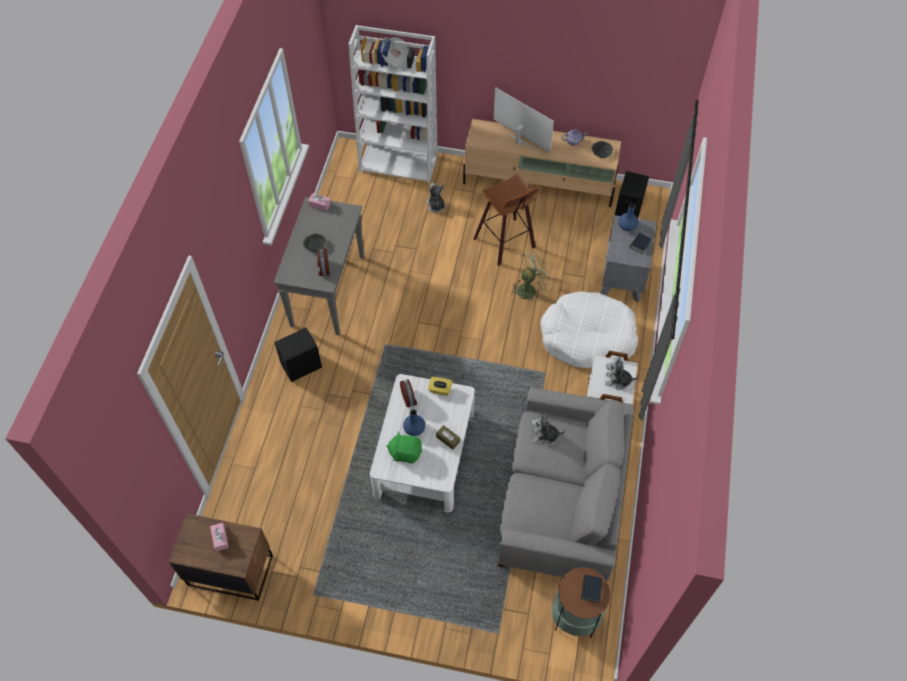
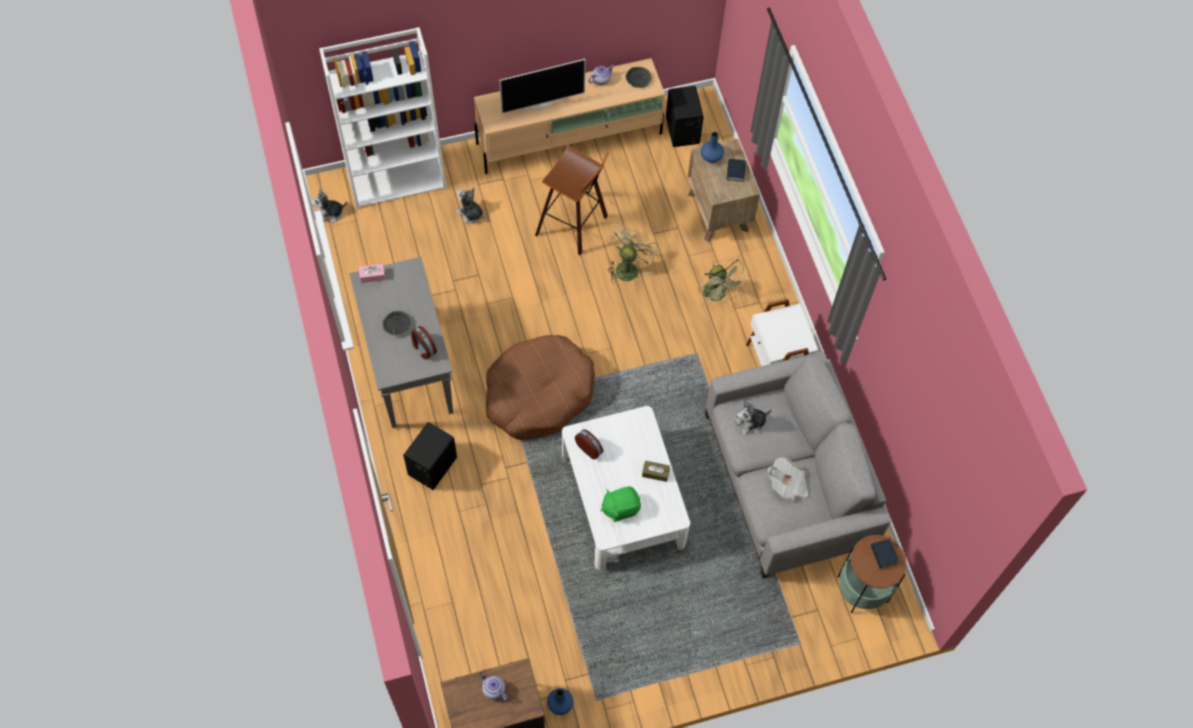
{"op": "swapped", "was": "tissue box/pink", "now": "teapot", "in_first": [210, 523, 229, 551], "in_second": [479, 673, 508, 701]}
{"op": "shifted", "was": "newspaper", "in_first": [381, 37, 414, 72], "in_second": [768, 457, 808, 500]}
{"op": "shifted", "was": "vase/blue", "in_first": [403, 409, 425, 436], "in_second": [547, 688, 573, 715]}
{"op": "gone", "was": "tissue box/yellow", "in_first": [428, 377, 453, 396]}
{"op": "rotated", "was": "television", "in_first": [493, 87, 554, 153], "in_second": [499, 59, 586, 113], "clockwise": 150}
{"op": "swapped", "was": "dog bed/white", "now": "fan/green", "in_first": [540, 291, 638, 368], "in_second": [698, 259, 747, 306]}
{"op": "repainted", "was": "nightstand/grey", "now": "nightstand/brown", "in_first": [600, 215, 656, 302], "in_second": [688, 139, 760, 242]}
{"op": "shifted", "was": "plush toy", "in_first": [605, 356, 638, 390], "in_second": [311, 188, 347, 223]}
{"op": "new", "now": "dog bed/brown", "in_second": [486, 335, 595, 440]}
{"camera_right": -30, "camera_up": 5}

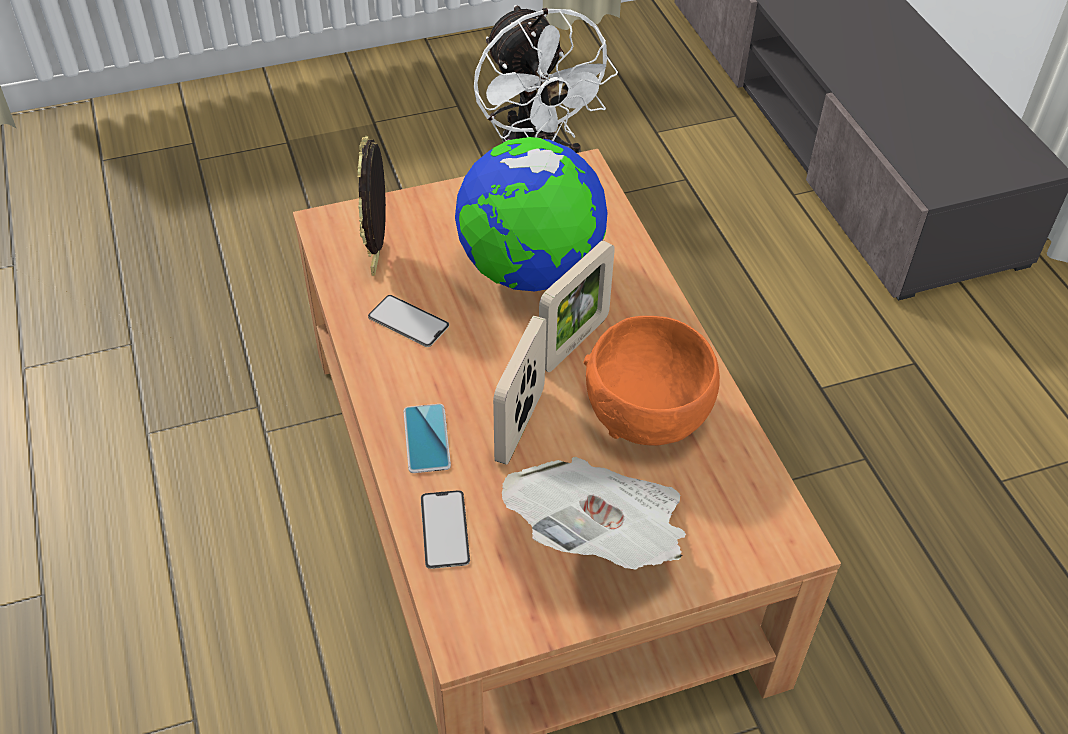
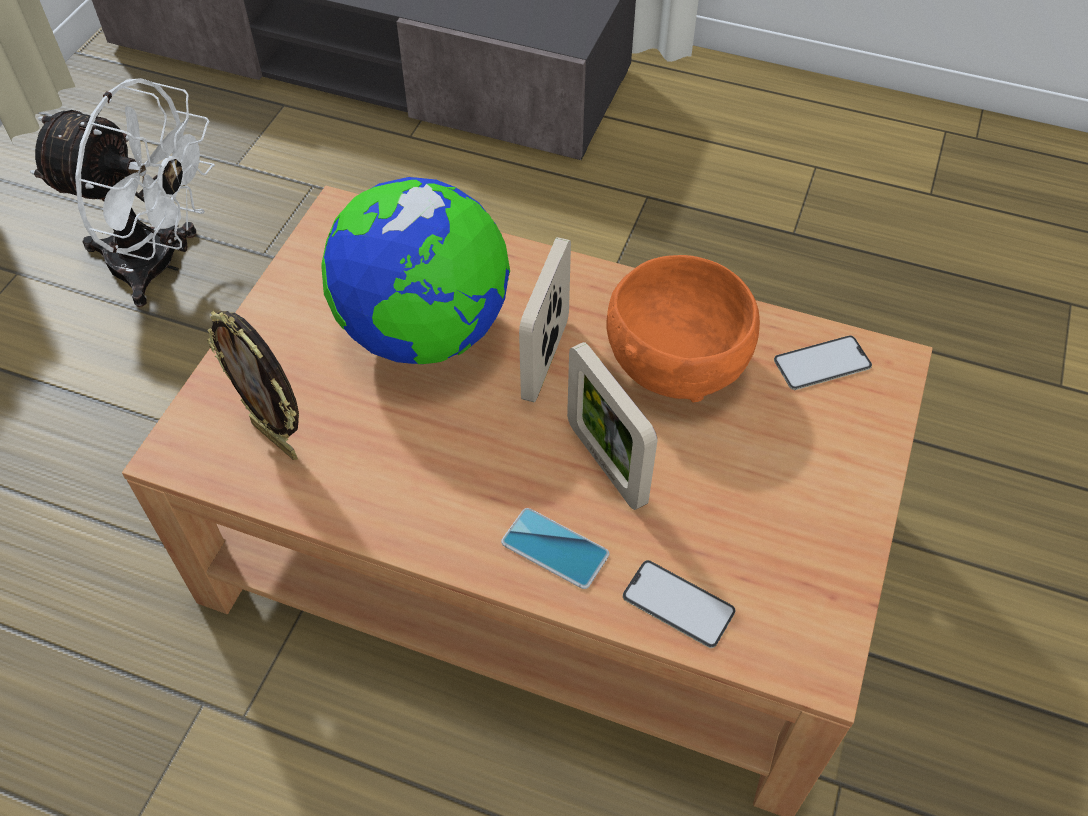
{"op": "shifted", "was": "phone", "in_first": [368, 295, 449, 347], "in_second": [774, 335, 872, 390]}
{"op": "gone", "was": "newspaper", "in_first": [502, 457, 686, 569]}
{"op": "rotated", "was": "picture frame", "in_first": [539, 240, 615, 372], "in_second": [519, 237, 571, 402], "clockwise": -150}
{"camera_right": -50, "camera_up": 5}

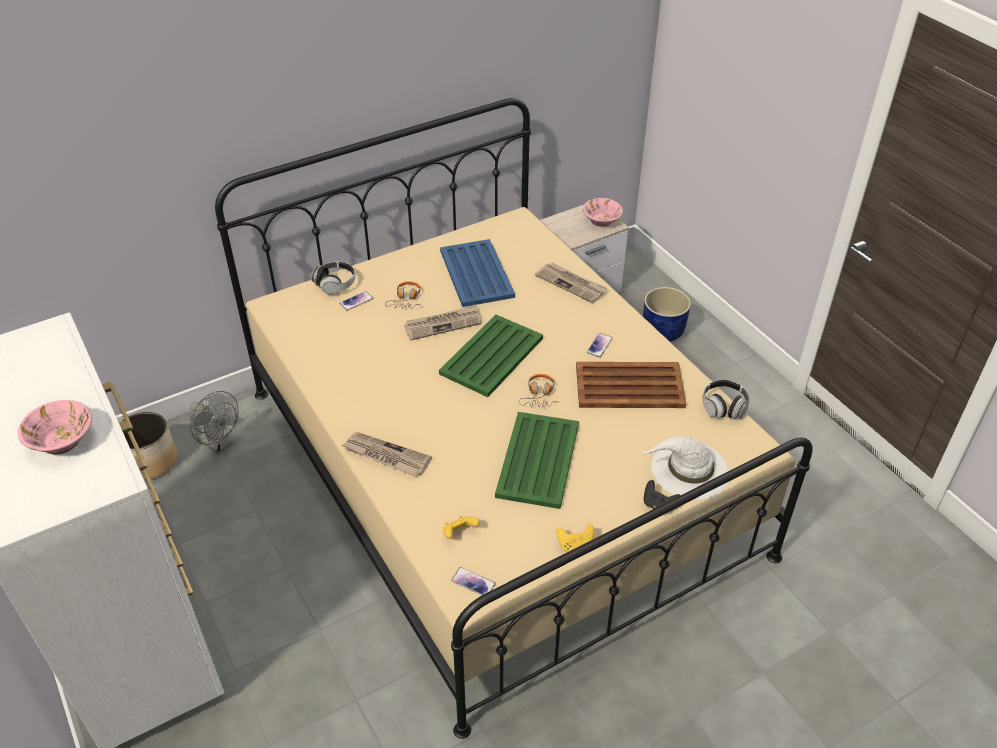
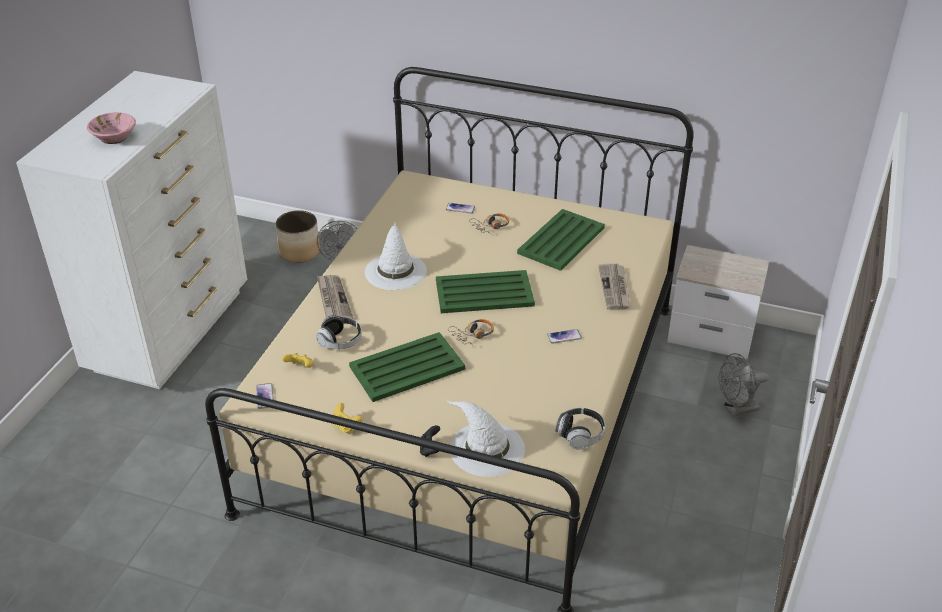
{"op": "shifted", "was": "headphones", "in_first": [311, 262, 355, 295], "in_second": [316, 315, 362, 349]}
{"op": "gone", "was": "newspaper", "in_first": [404, 305, 481, 341]}
{"op": "repainted", "was": "tray/blue", "now": "tray/green", "in_first": [440, 239, 515, 307], "in_second": [517, 209, 605, 271]}
{"op": "gone", "was": "tray/brown", "in_first": [576, 362, 686, 408]}
{"op": "gone", "was": "bowl/pink", "in_first": [583, 198, 623, 227]}
{"op": "swapped", "was": "planter/blue", "now": "fan/grey", "in_first": [643, 287, 691, 342], "in_second": [719, 353, 769, 417]}
{"op": "new", "now": "hat/white", "in_second": [365, 222, 427, 290]}
{"camera_right": 50, "camera_up": -5}

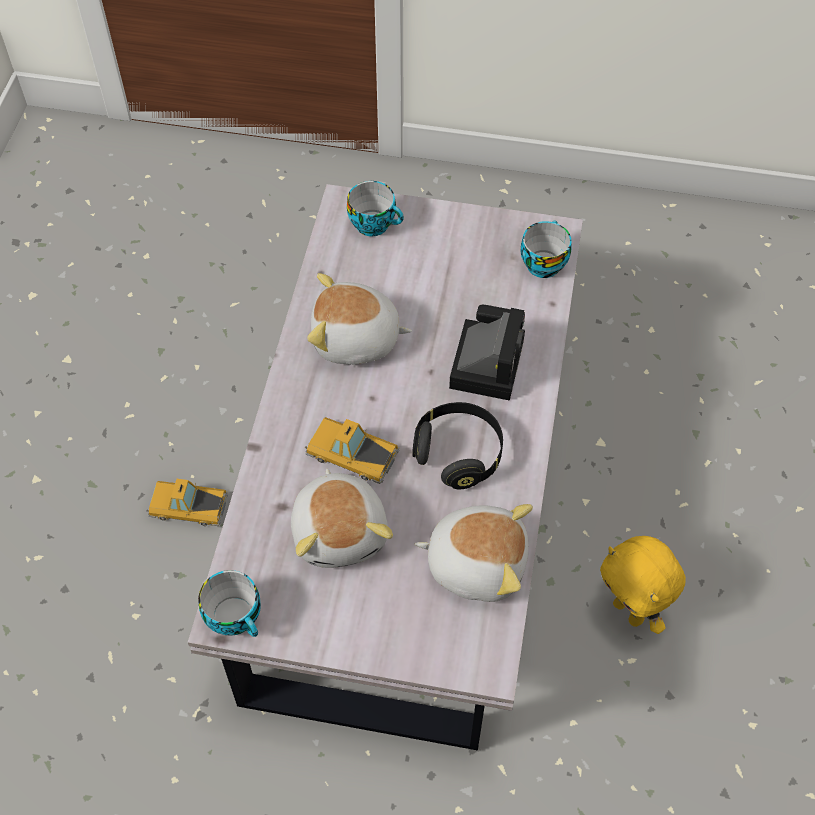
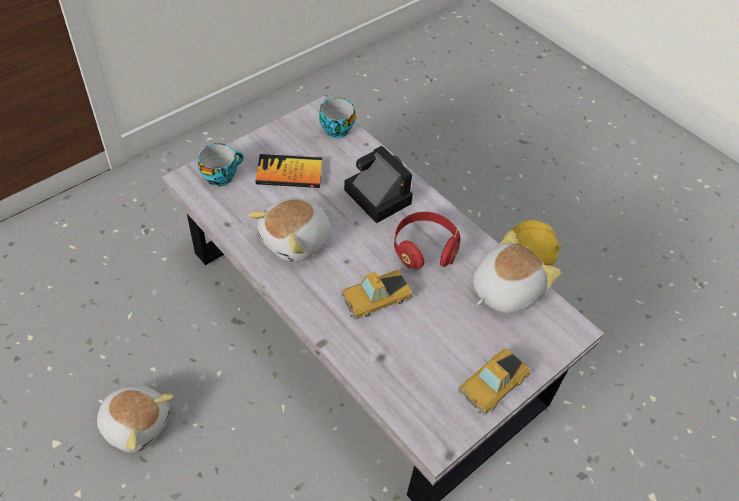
{"op": "shifted", "was": "toy car", "in_first": [146, 479, 228, 526], "in_second": [457, 349, 530, 415]}
{"op": "gone", "was": "cup", "in_first": [198, 570, 261, 637]}
{"op": "shifted", "was": "plush toy", "in_first": [291, 468, 393, 568], "in_second": [97, 385, 174, 453]}
{"op": "repainted", "was": "headphones/black", "now": "headphones/red", "in_first": [412, 402, 503, 490], "in_second": [394, 212, 460, 269]}
{"op": "new", "now": "book", "in_second": [255, 154, 322, 188]}
{"camera_right": -55, "camera_up": -5}

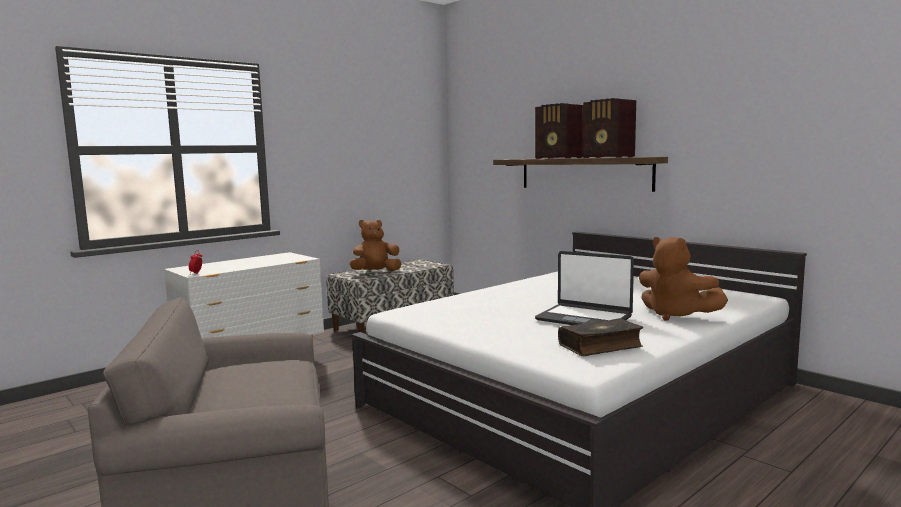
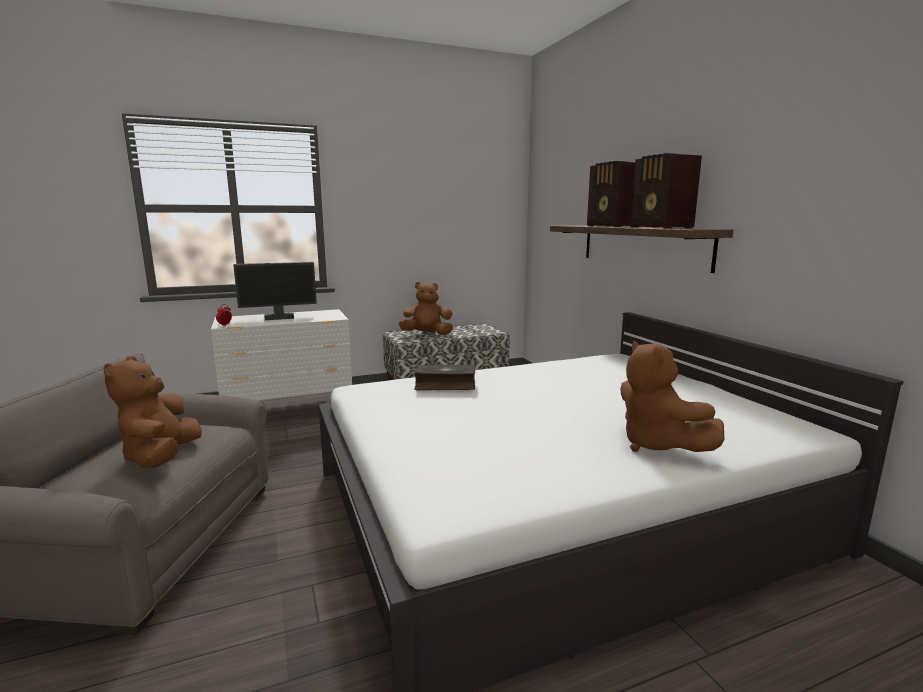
{"op": "gone", "was": "laptop", "in_first": [535, 251, 634, 325]}
{"op": "shifted", "was": "book", "in_first": [558, 318, 643, 356], "in_second": [414, 365, 475, 390]}
{"op": "new", "now": "plush toy/brown", "in_second": [103, 356, 202, 468]}
{"op": "new", "now": "monitor", "in_second": [233, 262, 317, 320]}
{"camera_right": 20, "camera_up": 5}

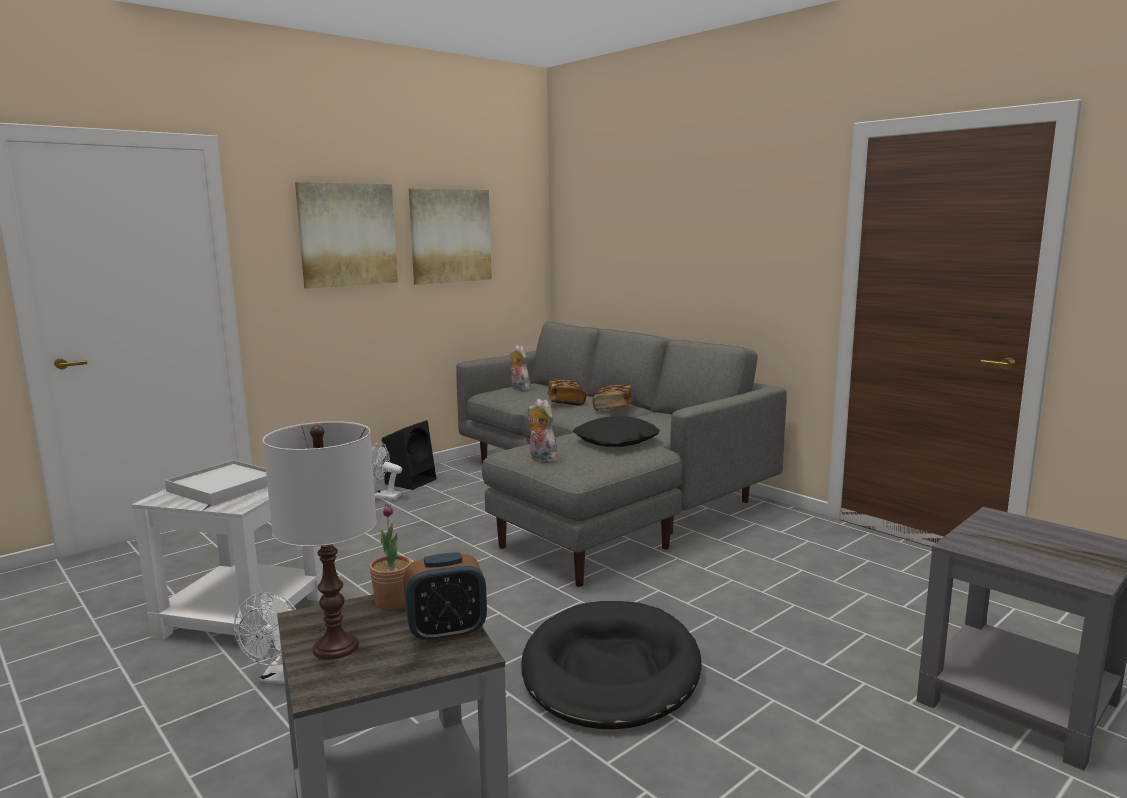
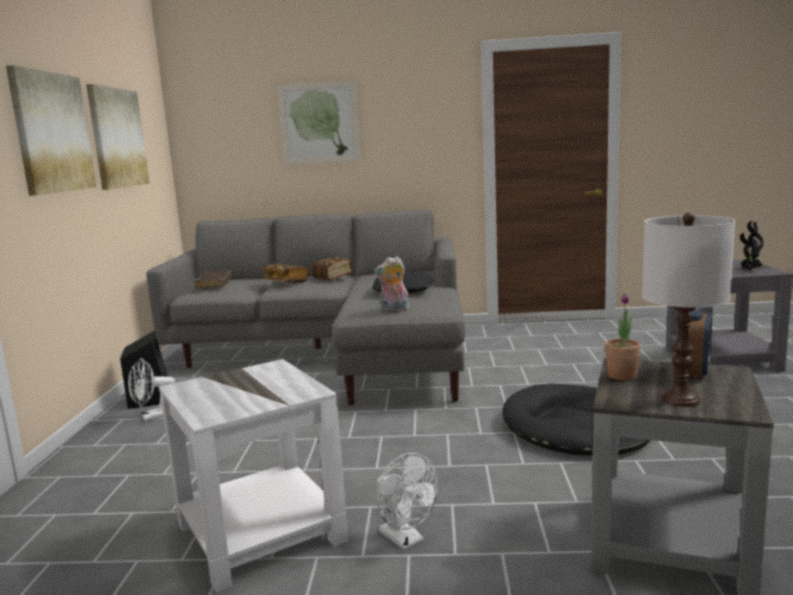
{"op": "gone", "was": "tray/white", "in_first": [165, 460, 268, 506]}
{"op": "swapped", "was": "plush toy", "now": "book/brown", "in_first": [510, 345, 530, 391], "in_second": [194, 270, 232, 289]}
{"op": "new", "now": "picture", "in_second": [277, 81, 361, 165]}
{"op": "new", "now": "potted plant", "in_second": [740, 221, 764, 271]}
{"camera_right": -45, "camera_up": 0}

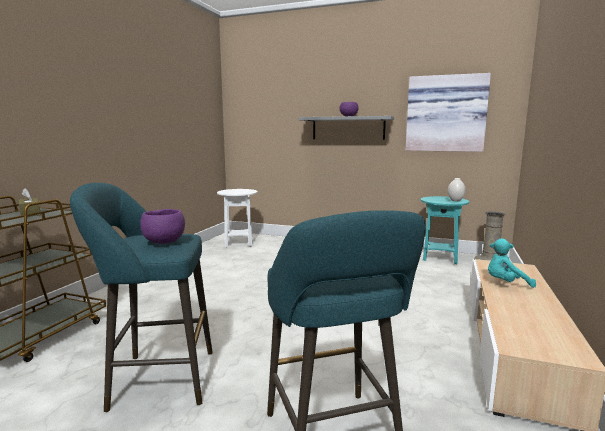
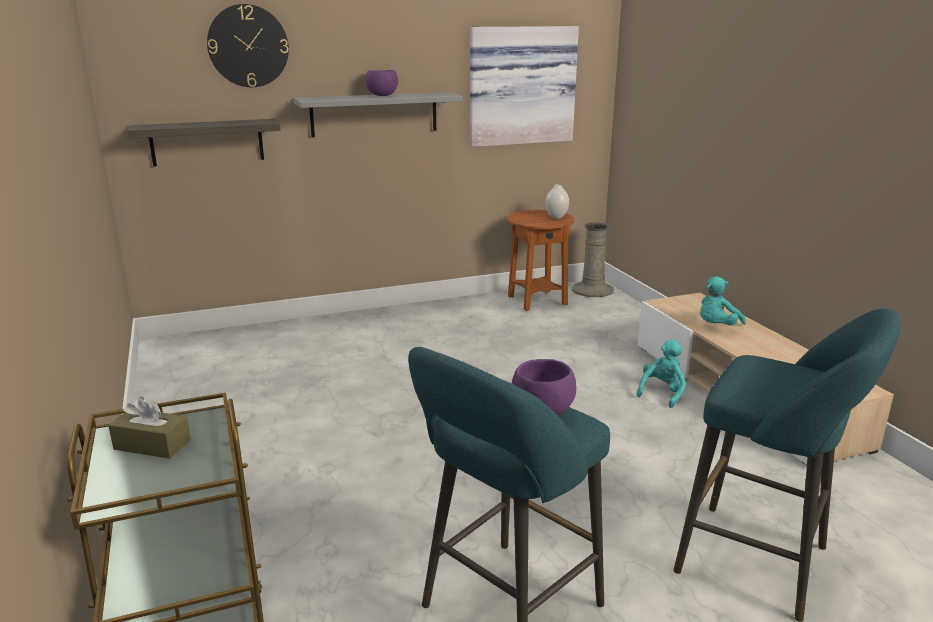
{"op": "gone", "was": "side table/white", "in_first": [217, 189, 258, 247]}
{"op": "repainted", "was": "side table/turquoise", "now": "side table/brown", "in_first": [421, 196, 469, 264], "in_second": [507, 210, 574, 311]}
{"op": "new", "now": "shelf", "in_second": [128, 119, 281, 167]}
{"op": "new", "now": "wall clock", "in_second": [207, 4, 289, 87]}
{"op": "new", "now": "plush toy/turquoise", "in_second": [636, 339, 686, 408]}
{"camera_right": -40, "camera_up": 10}

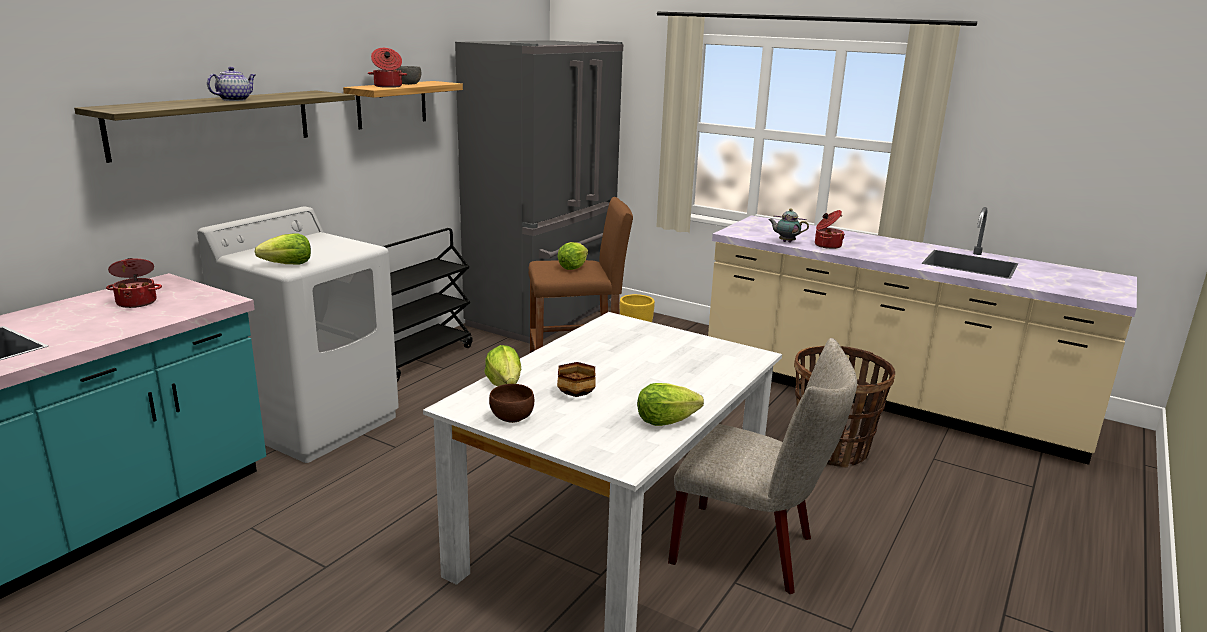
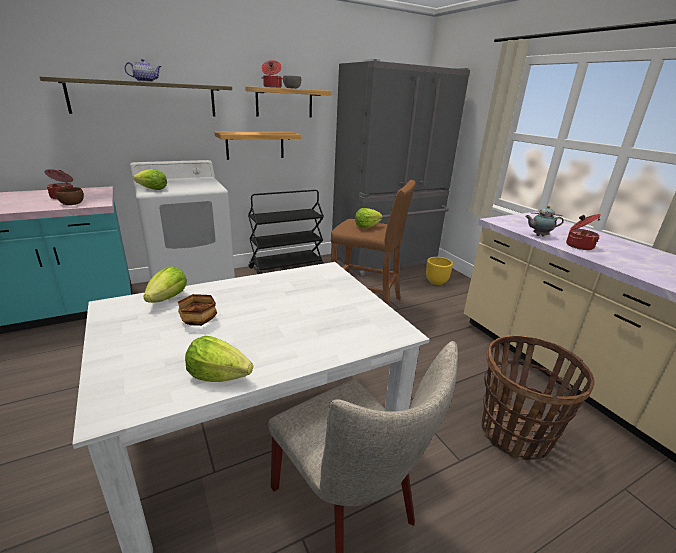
{"op": "shifted", "was": "bowl/brown", "in_first": [489, 384, 534, 423], "in_second": [55, 187, 84, 205]}
{"op": "rotated", "was": "teapot", "in_first": [769, 209, 809, 243], "in_second": [525, 206, 564, 236], "clockwise": -45}
{"op": "new", "now": "shelf", "in_second": [215, 132, 301, 160]}
{"camera_right": 30, "camera_up": 5}

